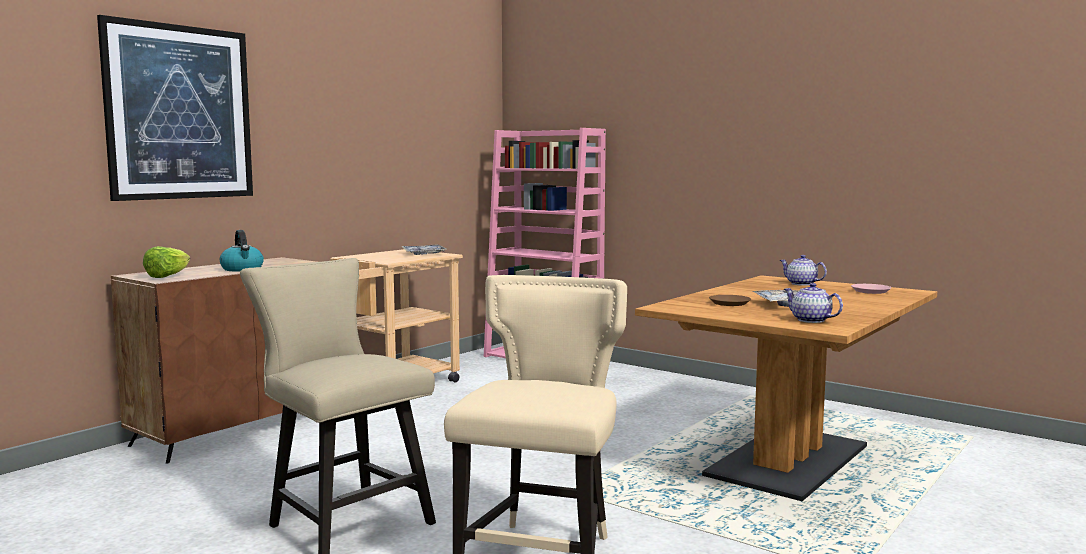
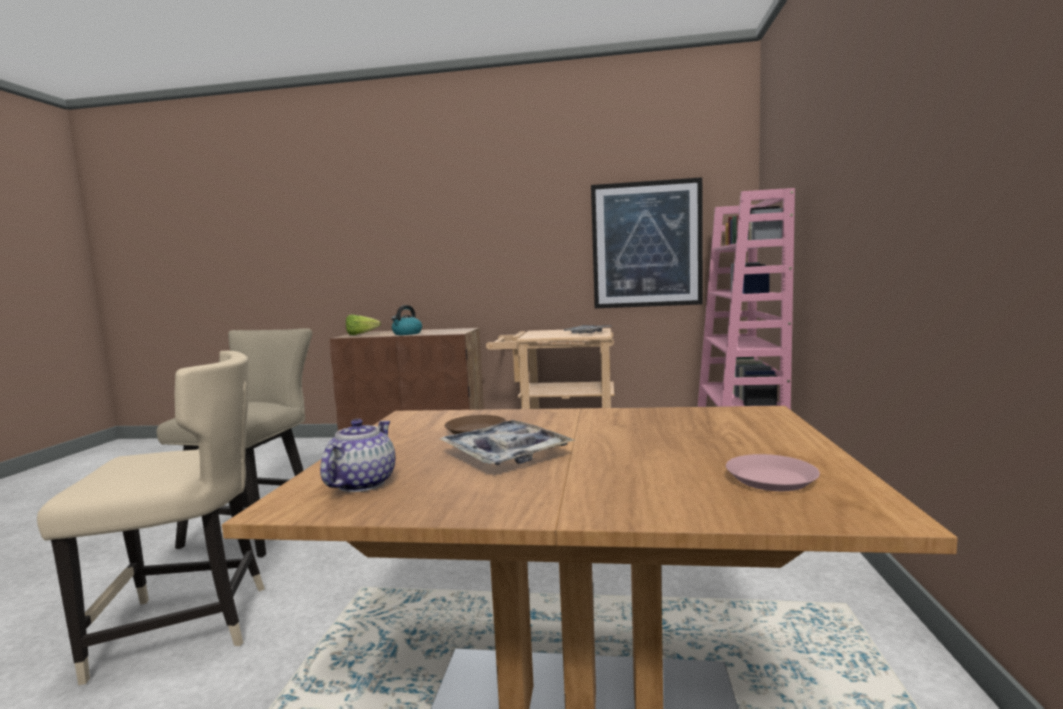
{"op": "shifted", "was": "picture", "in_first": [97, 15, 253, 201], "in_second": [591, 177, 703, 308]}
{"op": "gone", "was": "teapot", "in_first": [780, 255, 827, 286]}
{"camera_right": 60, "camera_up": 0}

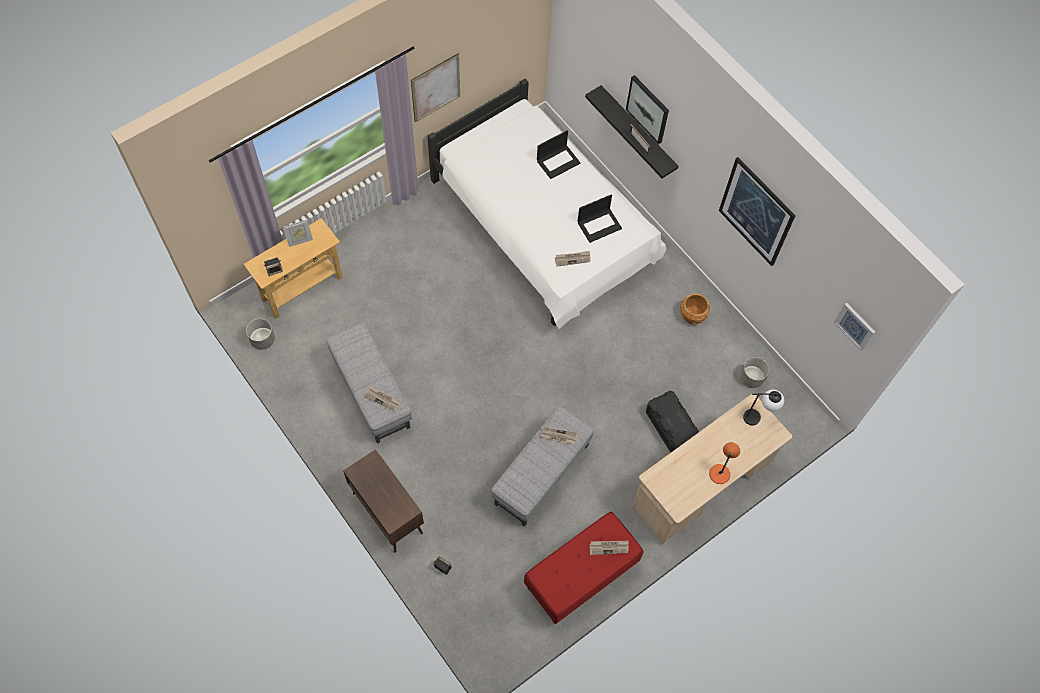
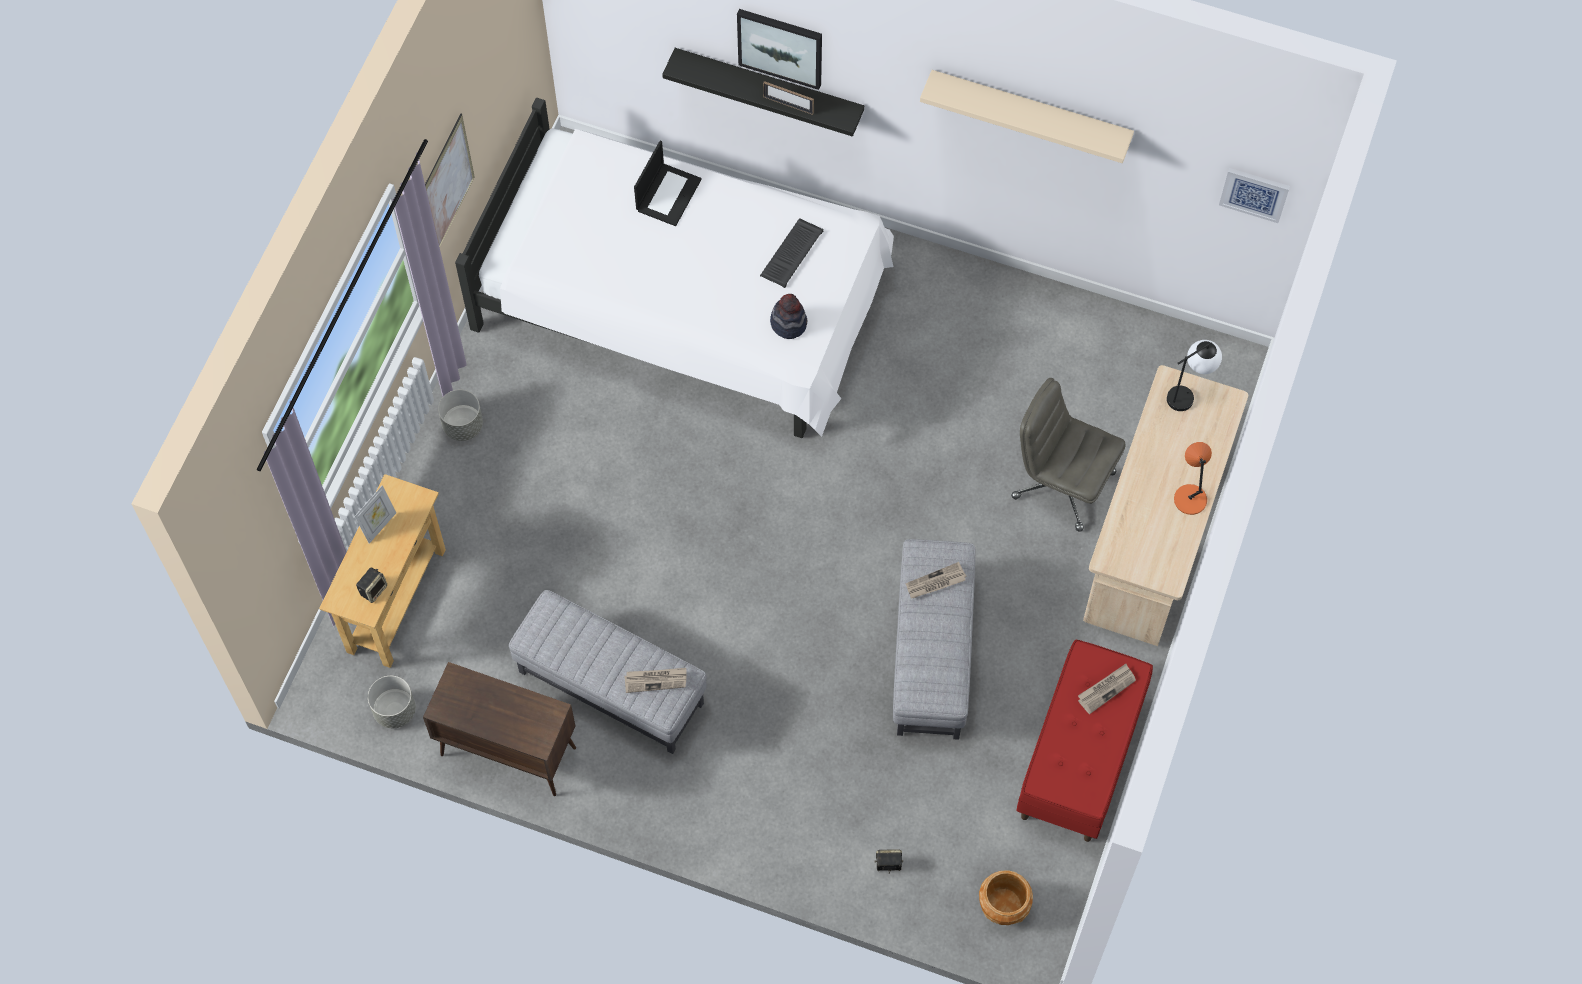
{"op": "shifted", "was": "cabinet/brown", "in_first": [343, 449, 424, 553], "in_second": [423, 662, 576, 796]}
{"op": "swapped", "was": "newspaper", "now": "hat", "in_first": [555, 251, 591, 267], "in_second": [770, 294, 807, 339]}
{"op": "swapped", "was": "laptop", "now": "keyboard", "in_first": [577, 194, 622, 243], "in_second": [760, 218, 824, 288]}
{"op": "swapped", "was": "storage box/black", "now": "office chair/grey", "in_first": [646, 391, 699, 453], "in_second": [1011, 378, 1125, 532]}
{"op": "shifted", "was": "planter/brown", "in_first": [680, 293, 710, 325], "in_second": [979, 870, 1033, 925]}
{"op": "swapped", "was": "picture", "now": "shelf/beige", "in_first": [719, 157, 796, 266], "in_second": [920, 70, 1134, 163]}
{"op": "shifted", "was": "planter/grey", "in_first": [740, 357, 769, 388], "in_second": [438, 390, 483, 441]}
{"camera_right": -30, "camera_up": 0}

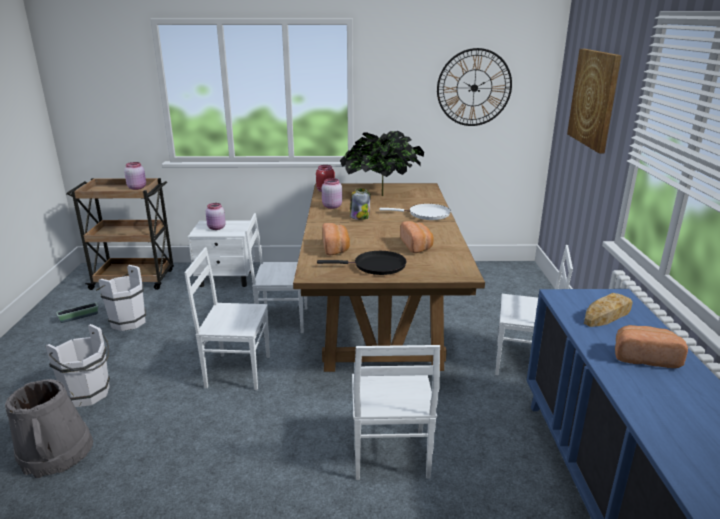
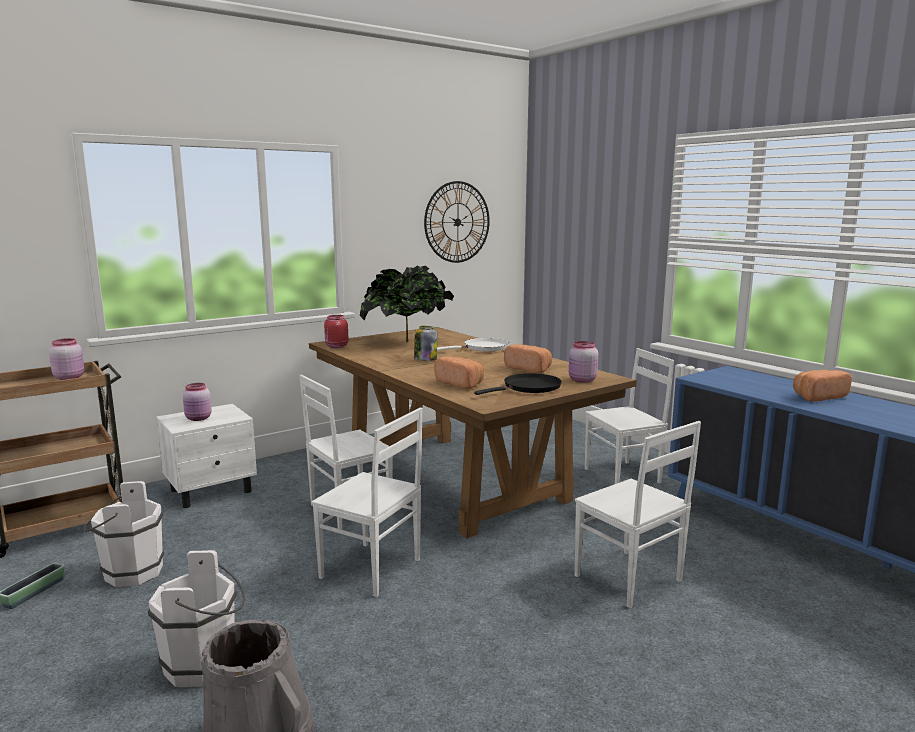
{"op": "rotated", "was": "chair/white", "in_first": [184, 247, 270, 390], "in_second": [312, 407, 423, 597], "clockwise": -120}
{"op": "shifted", "was": "jar/pink", "in_first": [322, 178, 342, 209], "in_second": [569, 341, 598, 383]}
{"op": "gone", "was": "picture", "in_first": [567, 49, 622, 153]}
{"op": "gone", "was": "bread", "in_first": [584, 293, 633, 327]}
{"camera_right": -35, "camera_up": -10}

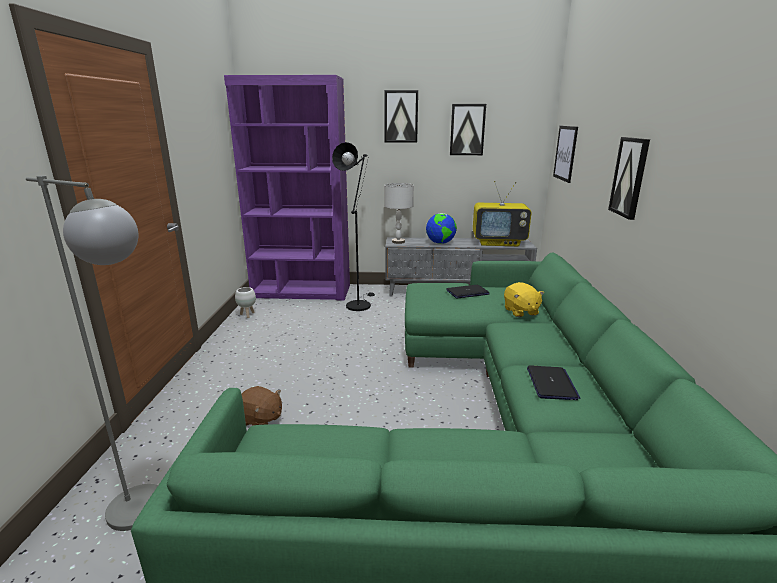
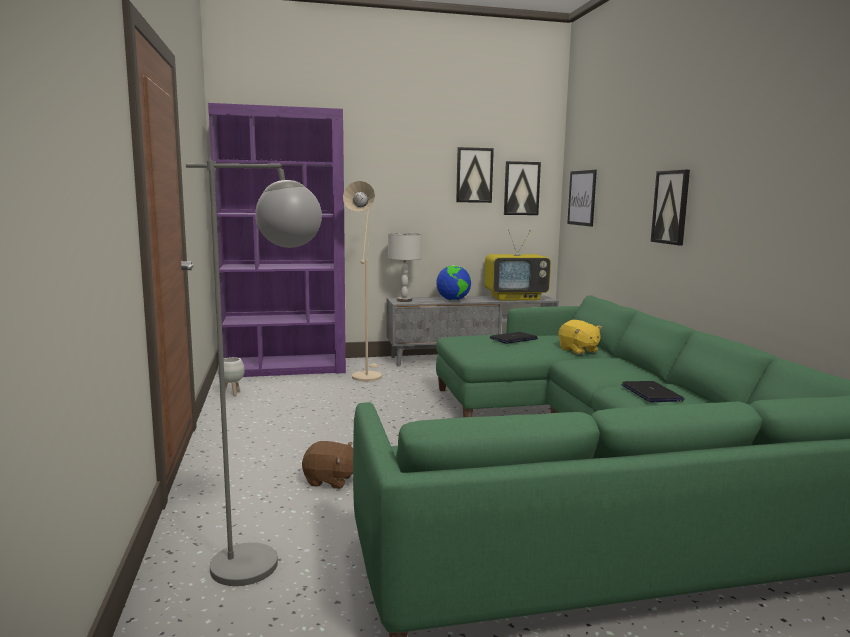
{"op": "repainted", "was": "floor lamp/black", "now": "floor lamp/beige", "in_first": [332, 142, 375, 311], "in_second": [343, 181, 382, 382]}
{"op": "shifted", "was": "picture", "in_first": [384, 90, 418, 143], "in_second": [504, 161, 541, 215]}
{"camera_right": -15, "camera_up": -10}

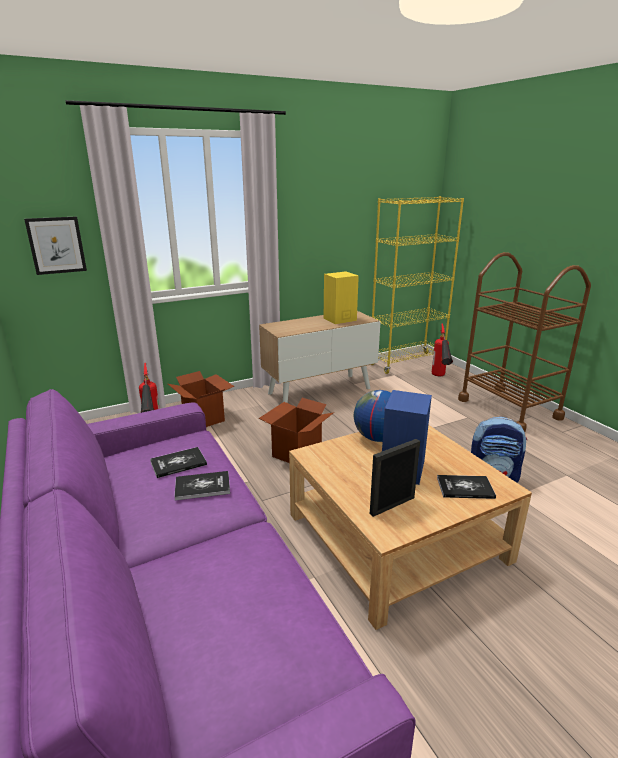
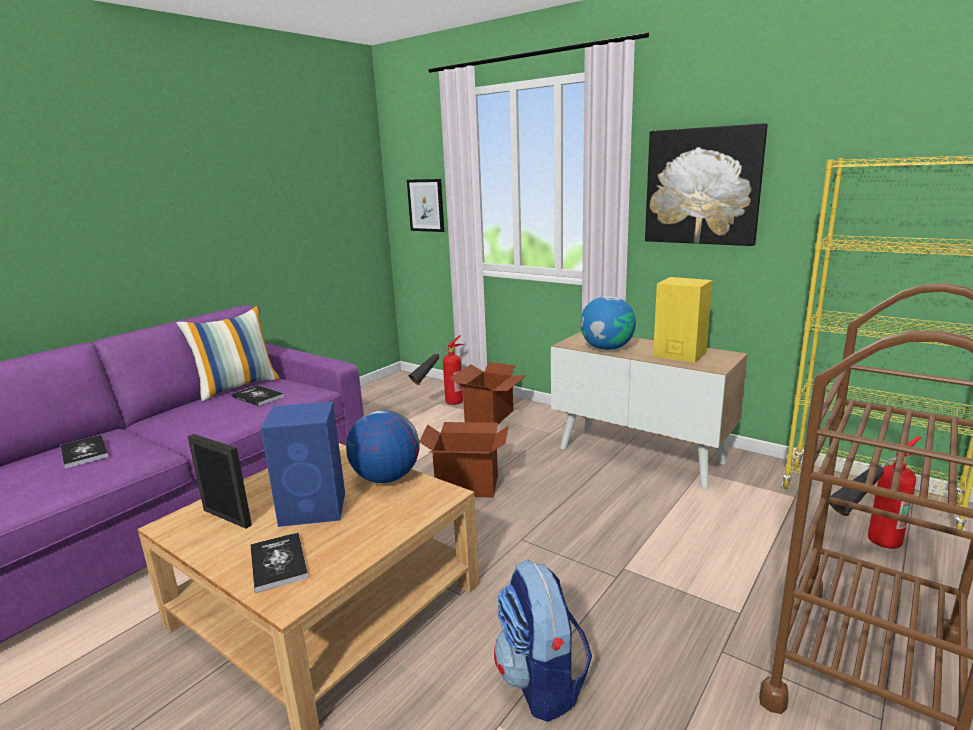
{"op": "shifted", "was": "book", "in_first": [174, 471, 230, 501], "in_second": [60, 435, 108, 469]}
{"op": "new", "now": "pillow", "in_second": [177, 306, 281, 401]}
{"op": "new", "now": "globe", "in_second": [580, 296, 636, 350]}
{"op": "new", "now": "picture", "in_second": [645, 123, 768, 246]}
{"camera_right": 65, "camera_up": -5}

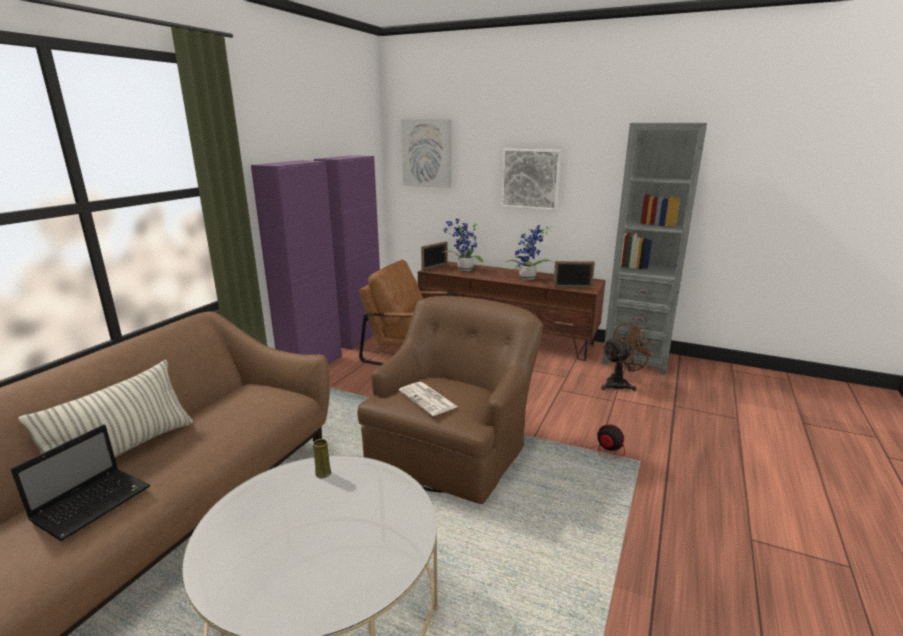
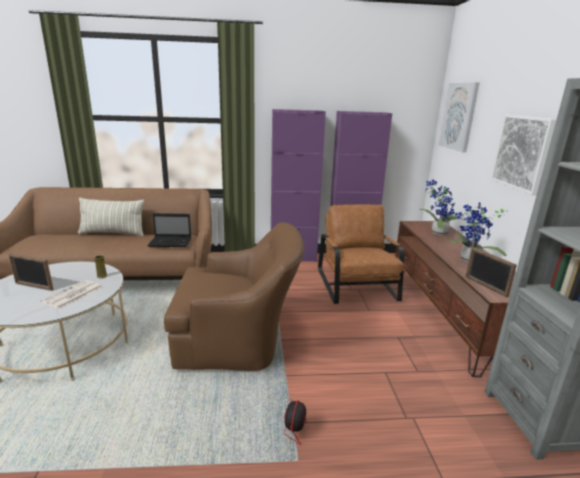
{"op": "shifted", "was": "laptop", "in_first": [11, 424, 150, 541], "in_second": [147, 213, 191, 247]}
{"op": "shifted", "was": "newspaper", "in_first": [399, 382, 458, 416], "in_second": [40, 280, 102, 309]}
{"op": "shifted", "was": "picture frame", "in_first": [421, 241, 447, 271], "in_second": [8, 253, 54, 291]}
{"op": "gone", "was": "fan/brown", "in_first": [601, 321, 656, 391]}
{"camera_right": 60, "camera_up": 0}

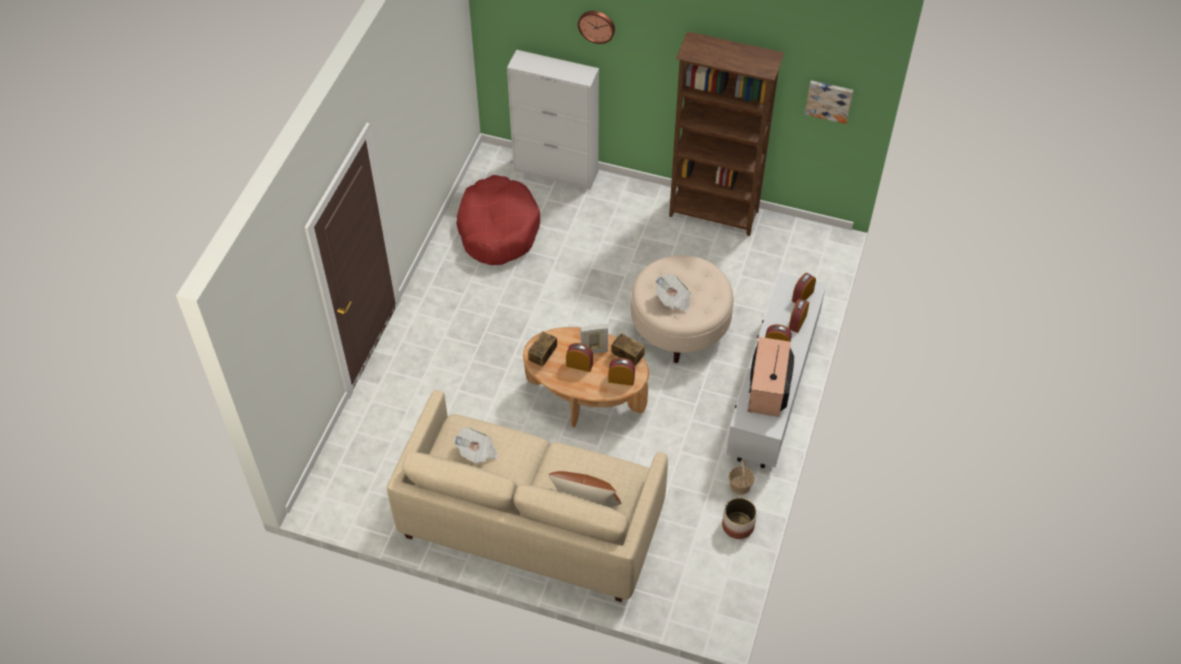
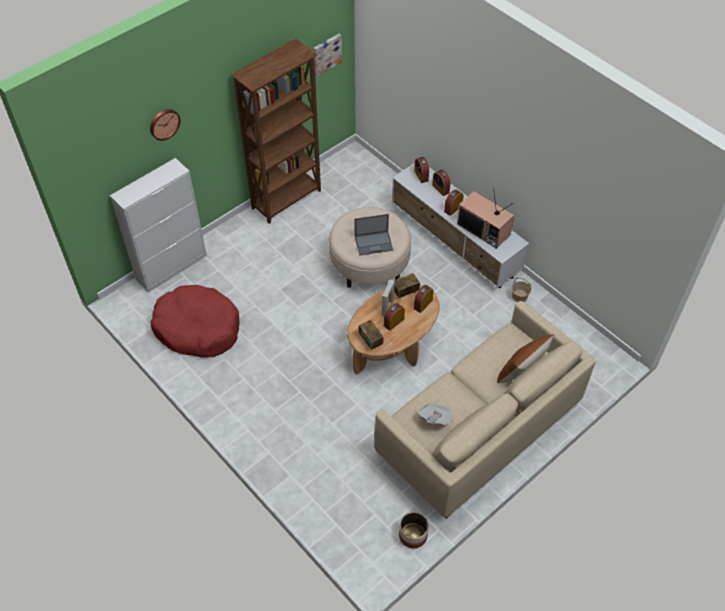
{"op": "swapped", "was": "newspaper", "now": "laptop", "in_first": [655, 274, 691, 312], "in_second": [354, 214, 393, 256]}
{"op": "shifted", "was": "planter", "in_first": [722, 497, 757, 539], "in_second": [399, 512, 429, 548]}
{"camera_right": -60, "camera_up": 0}

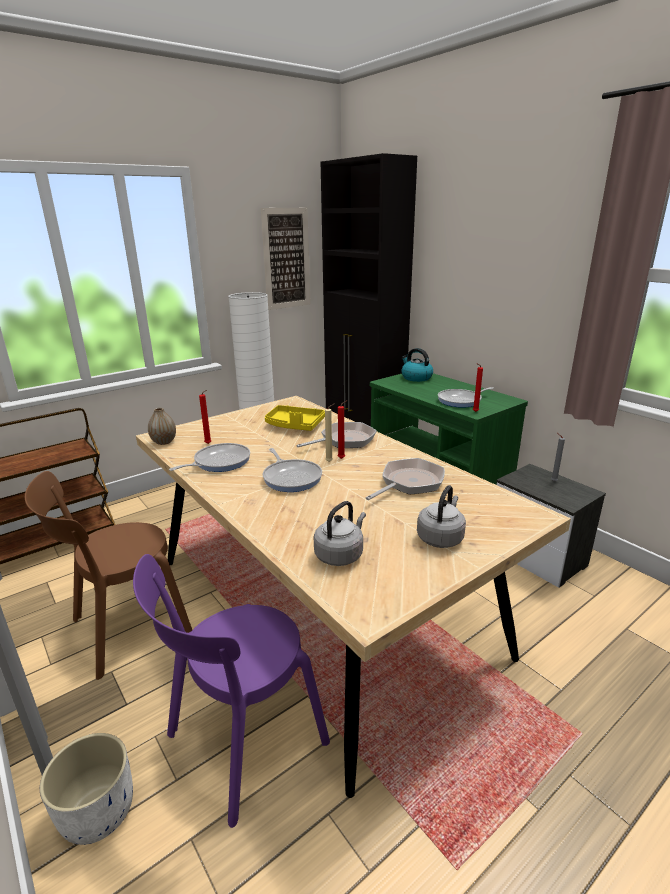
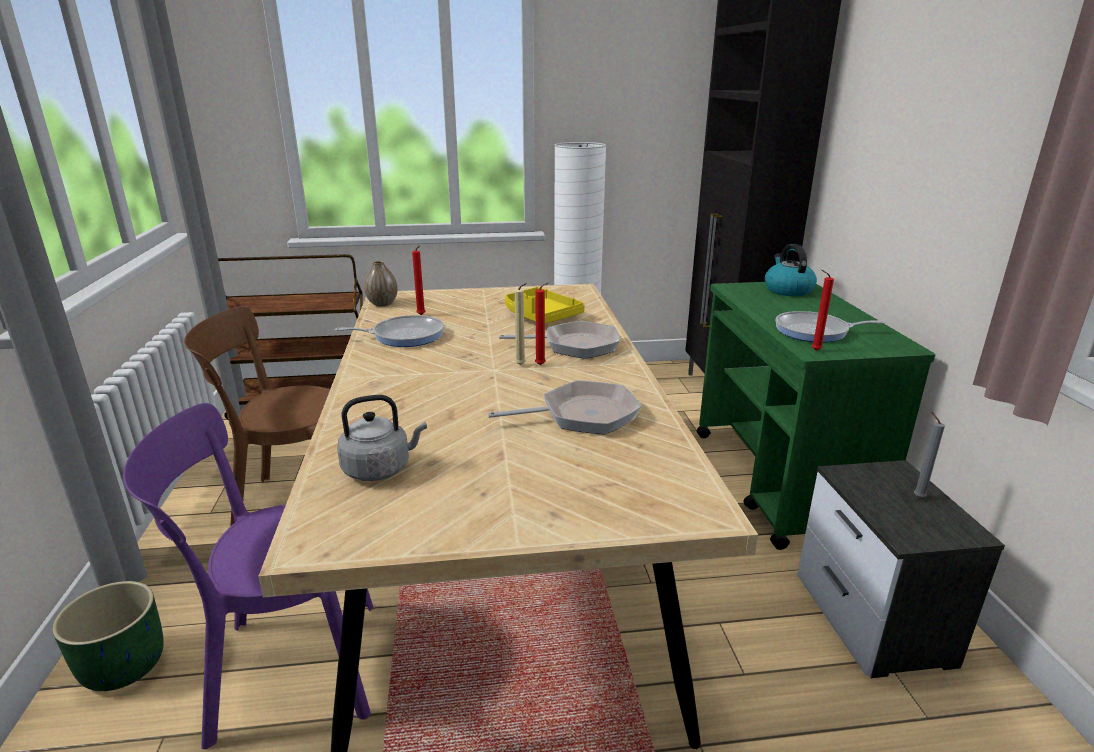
{"op": "repainted", "was": "planter/white", "now": "planter/green", "in_first": [40, 733, 133, 845], "in_second": [52, 581, 164, 691]}
{"op": "gone", "was": "picture", "in_first": [261, 208, 311, 310]}
{"op": "gone", "was": "frying pan", "in_first": [263, 448, 322, 492]}
{"op": "gone", "was": "kettle/grey", "in_first": [417, 485, 466, 548]}
{"camera_right": 30, "camera_up": 0}

